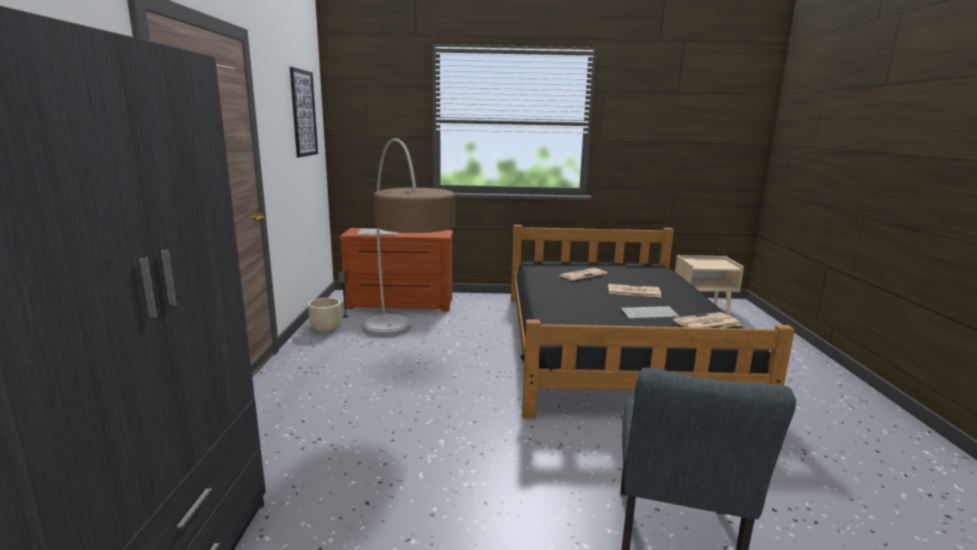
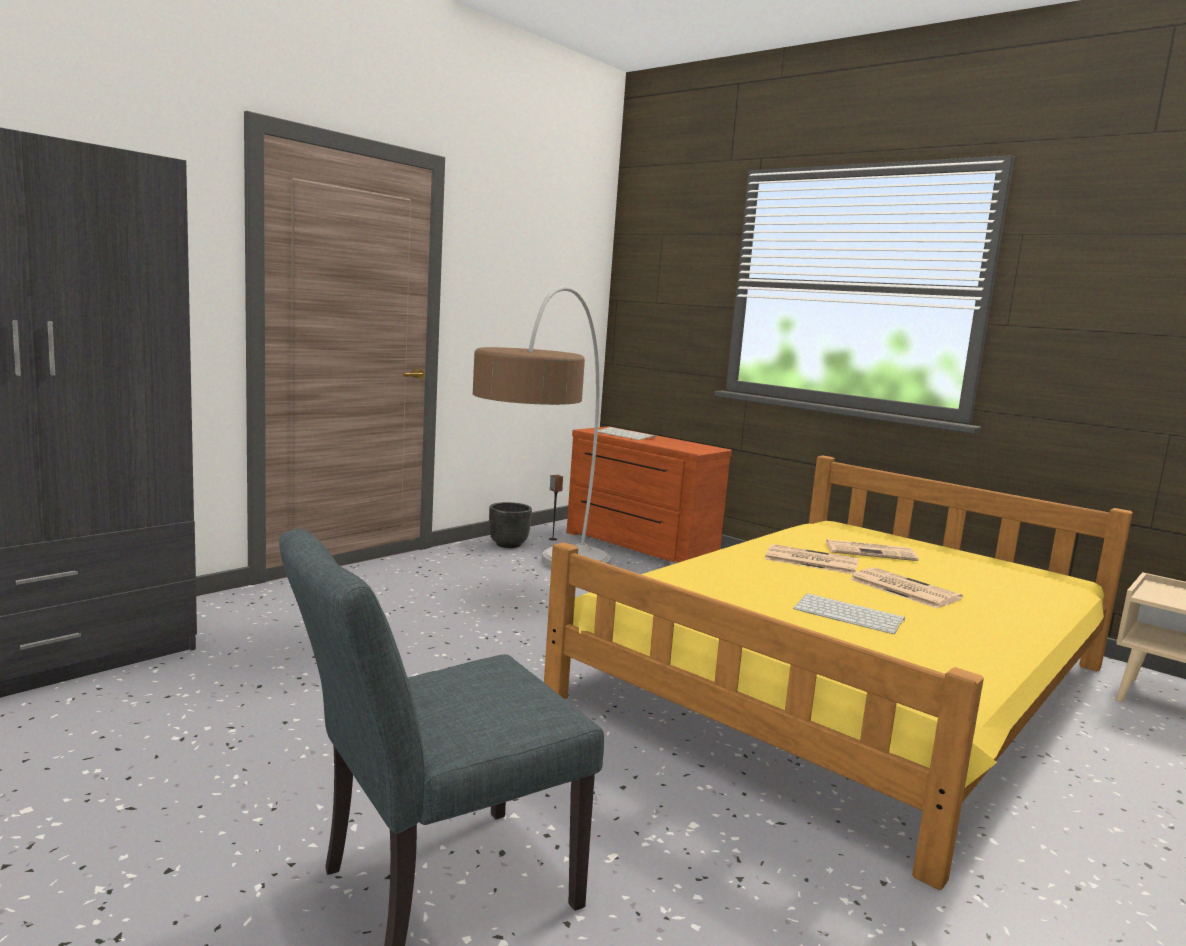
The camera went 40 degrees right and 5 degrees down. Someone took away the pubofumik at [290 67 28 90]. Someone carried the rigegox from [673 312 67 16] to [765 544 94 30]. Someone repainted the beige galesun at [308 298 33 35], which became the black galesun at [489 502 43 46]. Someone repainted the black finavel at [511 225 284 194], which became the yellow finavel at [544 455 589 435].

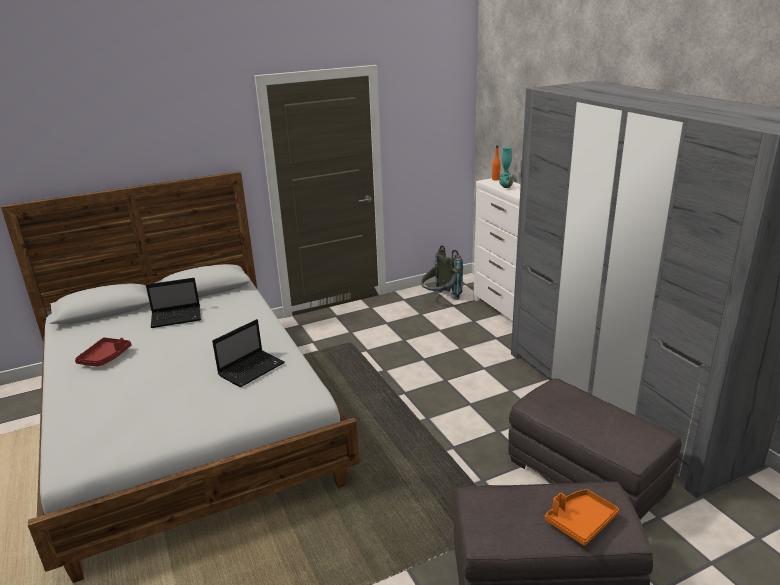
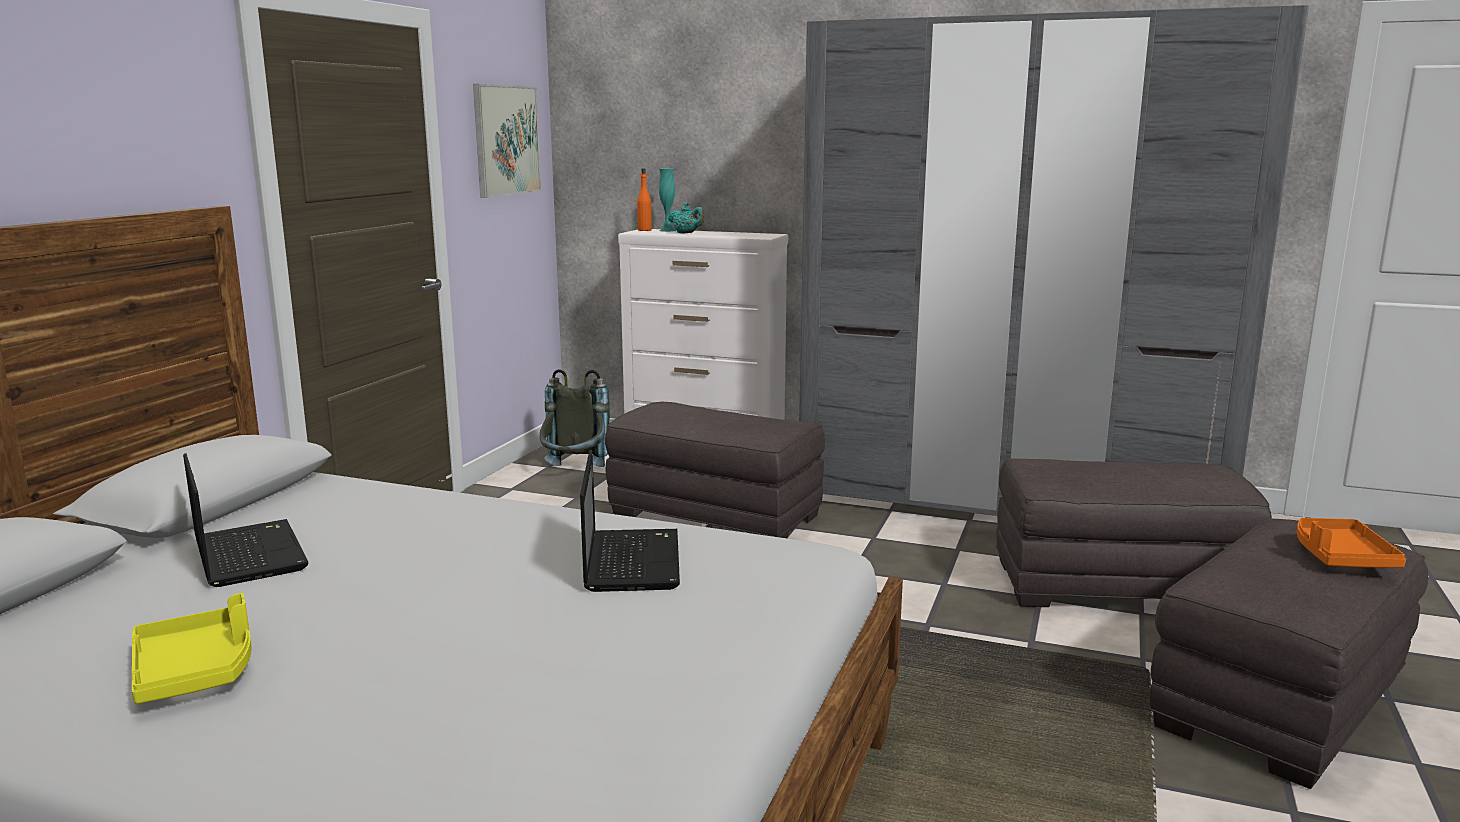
The camera went 45 degrees left and 10 degrees down. Someone put up the pubofumik at [473 84 68 114]. Someone put down the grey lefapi at [605 402 220 136]. Someone repainted the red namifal at [75 337 56 30], which became the yellow namifal at [132 593 120 111]. Someone rotated the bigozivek at [146 278 55 50] by 60 degrees counterclockwise.

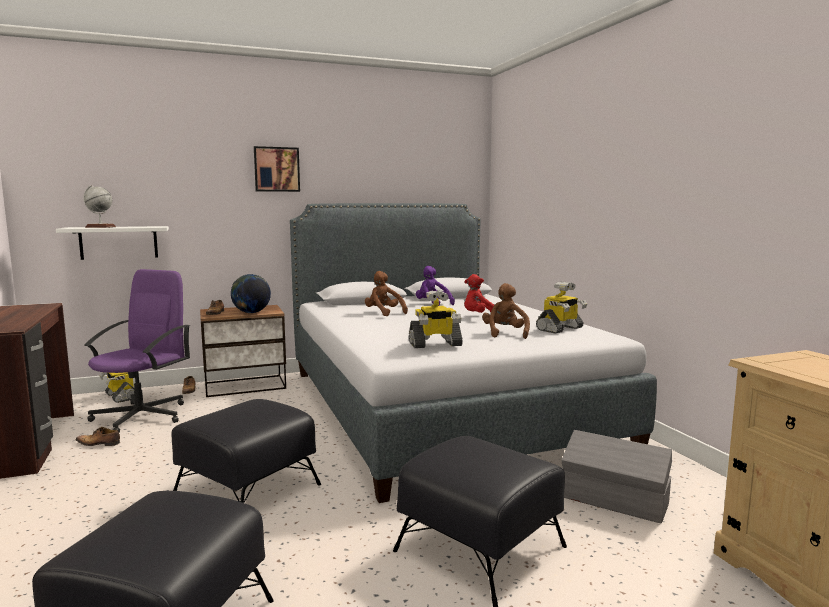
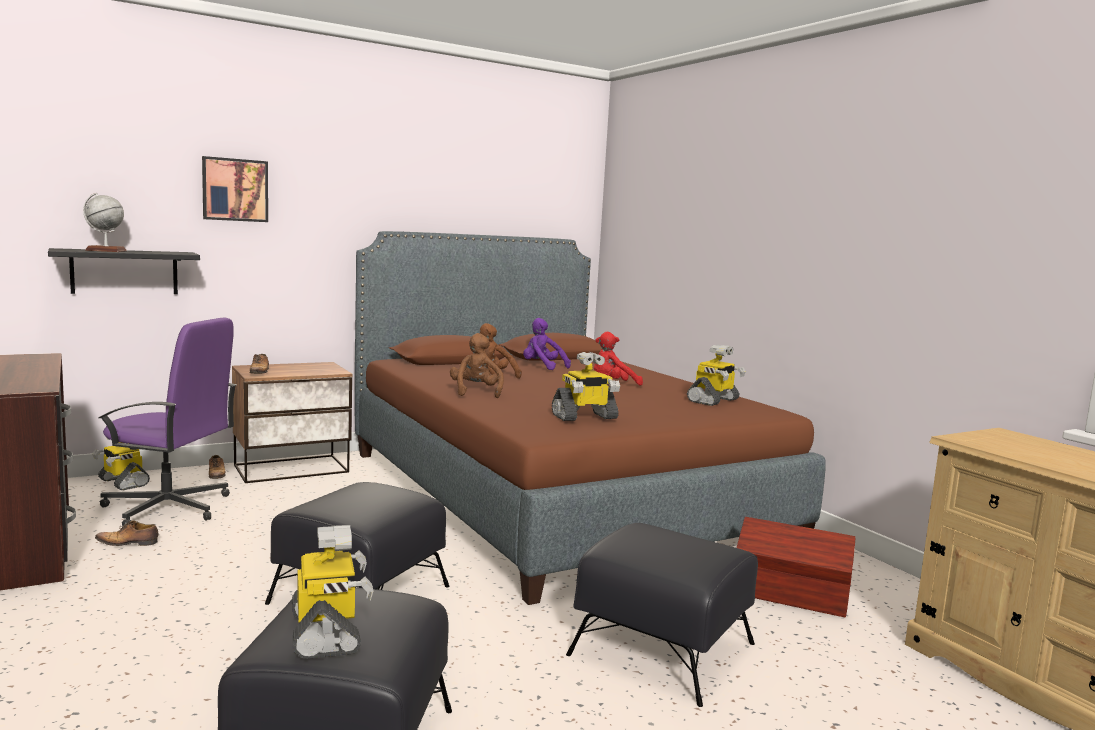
The camera went 10 degrees left and 0 degrees up. Someone took away the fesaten at [231 274 40 39]. Someone put down the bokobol at [292 525 81 134]. Someone carried the pubofumik from [254 146 46 46] to [202 156 66 66]. Someone carried the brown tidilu from [482 283 48 56] to [450 333 54 65]. Someone repainted the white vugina at [56 226 113 34], which became the black vugina at [48 248 152 46]. Someone repainted the grey finavel at [290 203 367 300], which became the brown finavel at [355 231 471 374]. Someone repainted the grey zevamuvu at [562 430 110 93], which became the brown zevamuvu at [737 517 118 100]. Someone rotated the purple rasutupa at [84 269 106 164] by 90 degrees clockwise.

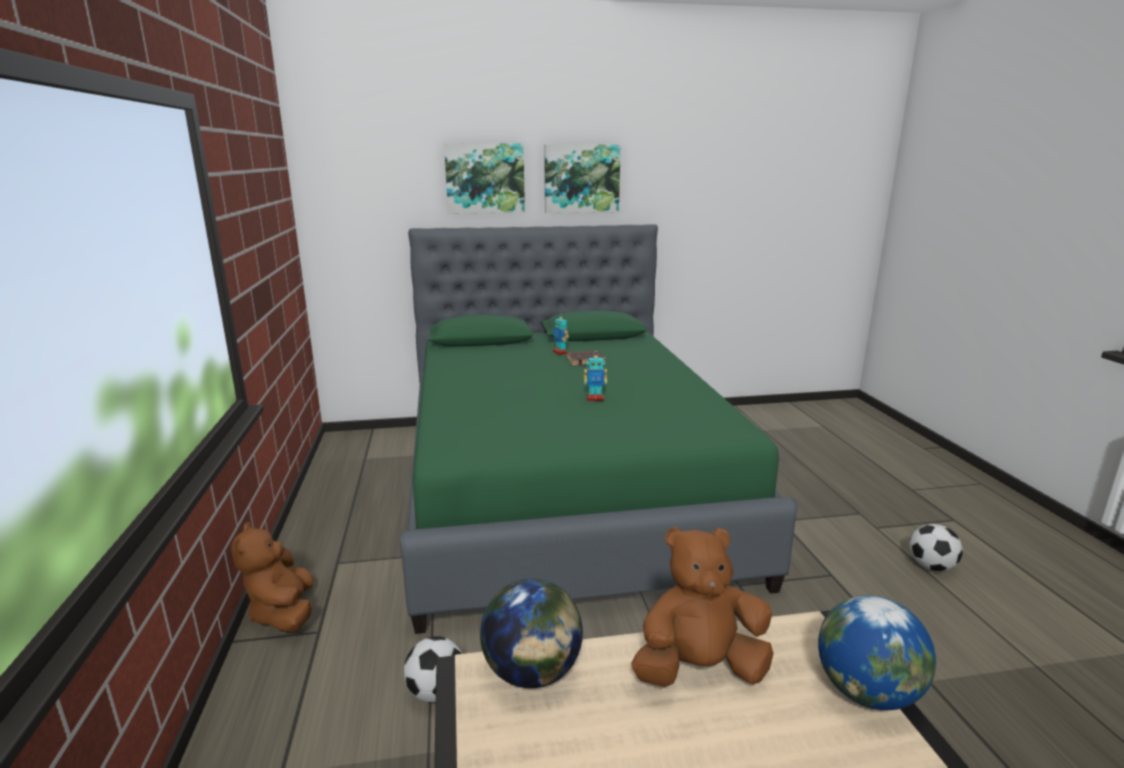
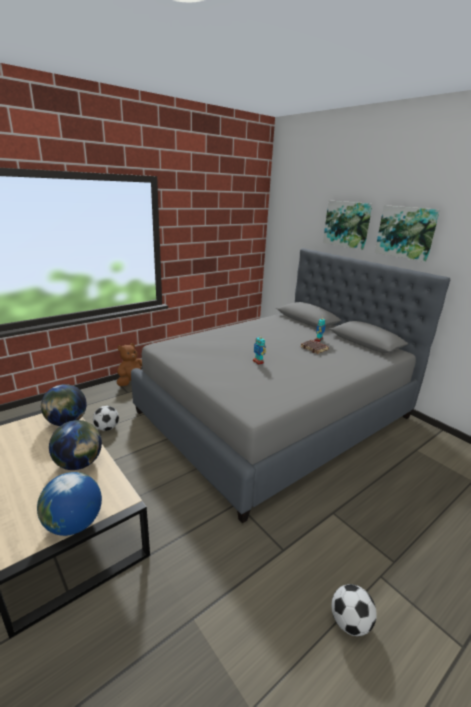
The camera went 60 degrees right and 5 degrees up. Someone swapped the brown tidilu at [631 527 143 160] for the fesaten at [49 420 53 50]. Someone repainted the green finavel at [400 224 398 410], which became the grey finavel at [131 248 319 276].

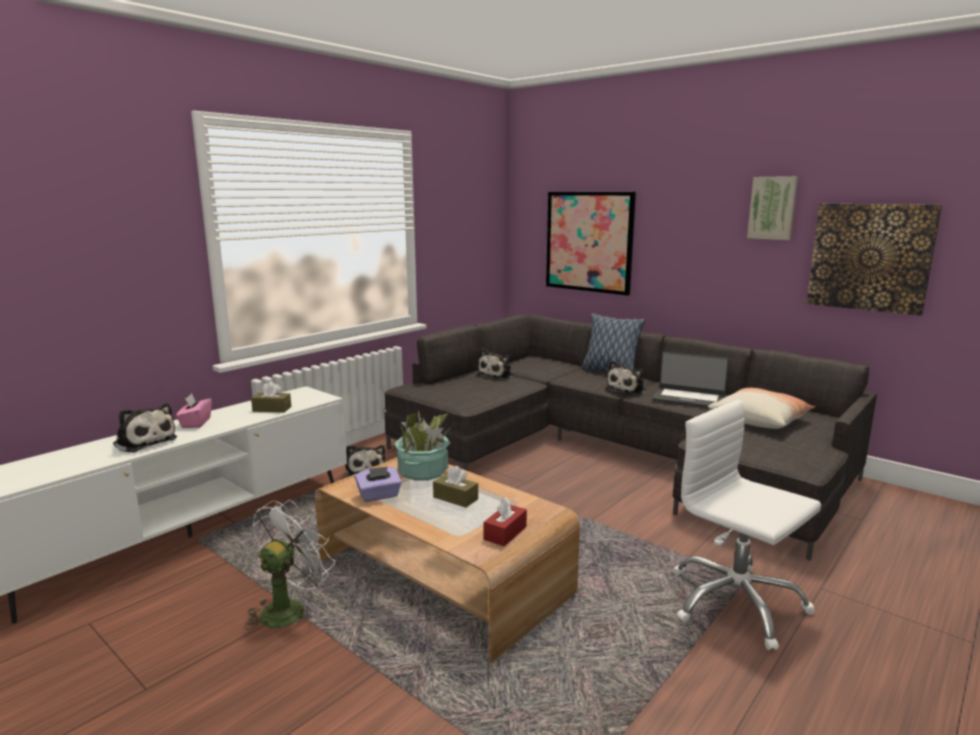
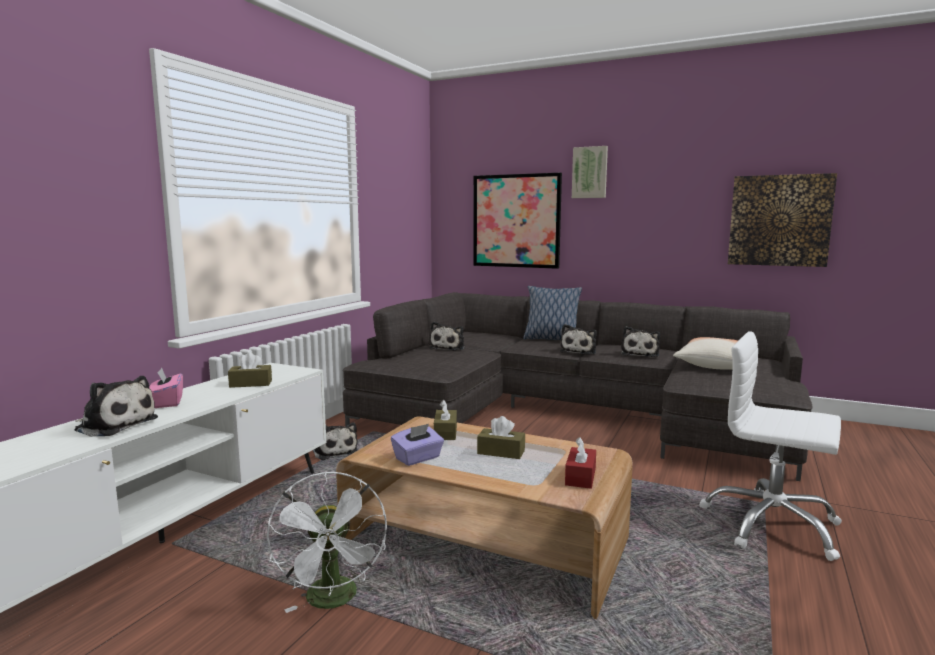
The camera went 15 degrees left and 5 degrees down. Someone carried the pubofumik from [747 176 51 64] to [572 146 36 52]. Someone swapped the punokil at [394 411 59 70] for the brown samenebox at [434 400 23 40]. Someone swapped the bigozivek at [652 352 77 55] for the tidilu at [621 326 39 31]. Someone rotated the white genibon at [244 500 91 130] by 150 degrees clockwise.

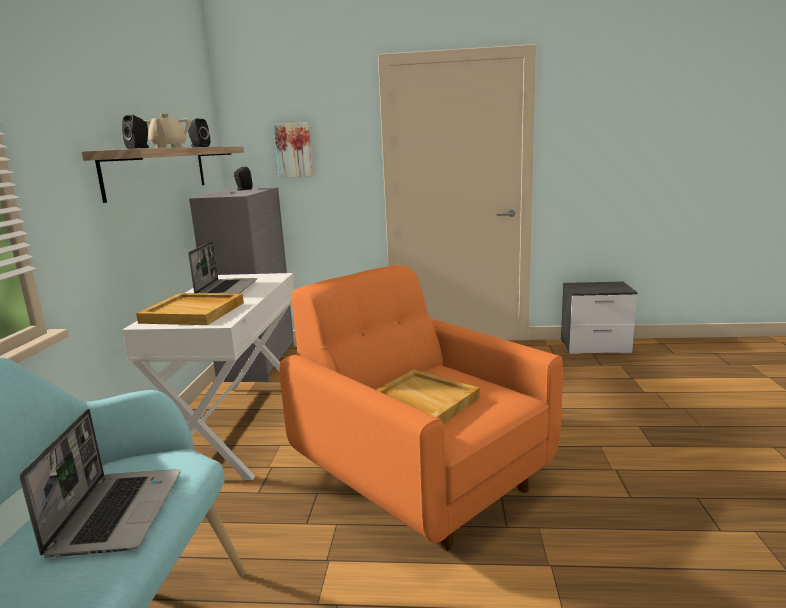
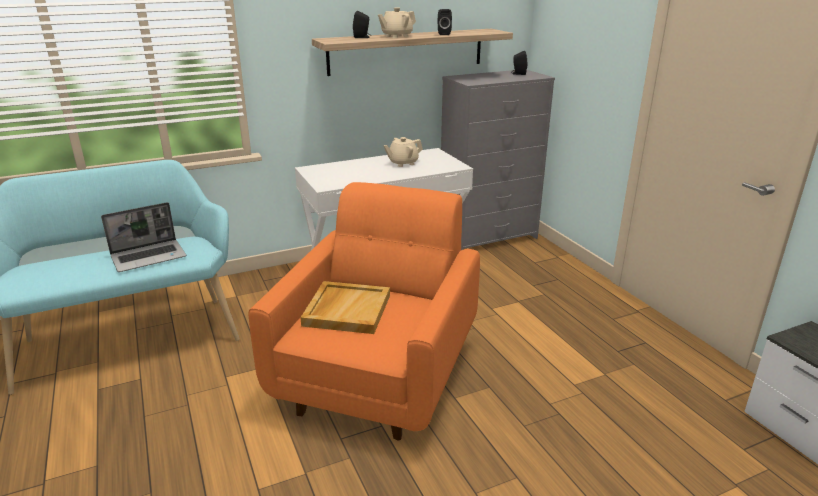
The camera went 60 degrees right and 10 degrees up. Someone took away the beige namifal at [136 293 108 32]. Someone took away the pubofumik at [274 122 39 56]. Someone swapped the bigozivek at [188 241 69 53] for the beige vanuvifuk at [384 137 39 30].

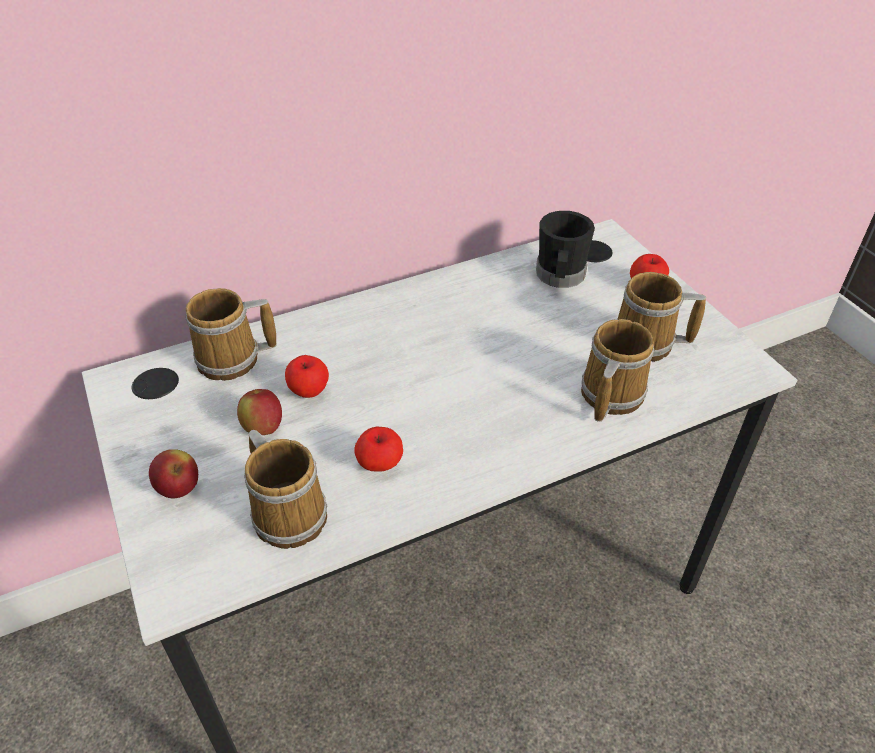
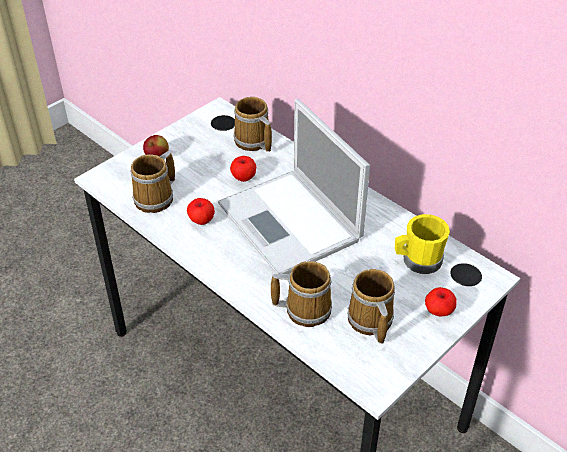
The camera went 70 degrees right and 0 degrees up. Someone took away the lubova at [237 389 45 46]. Someone put down the bigozivek at [218 99 152 175]. Someone repainted the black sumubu at [536 211 59 77], which became the yellow sumubu at [395 214 55 60].

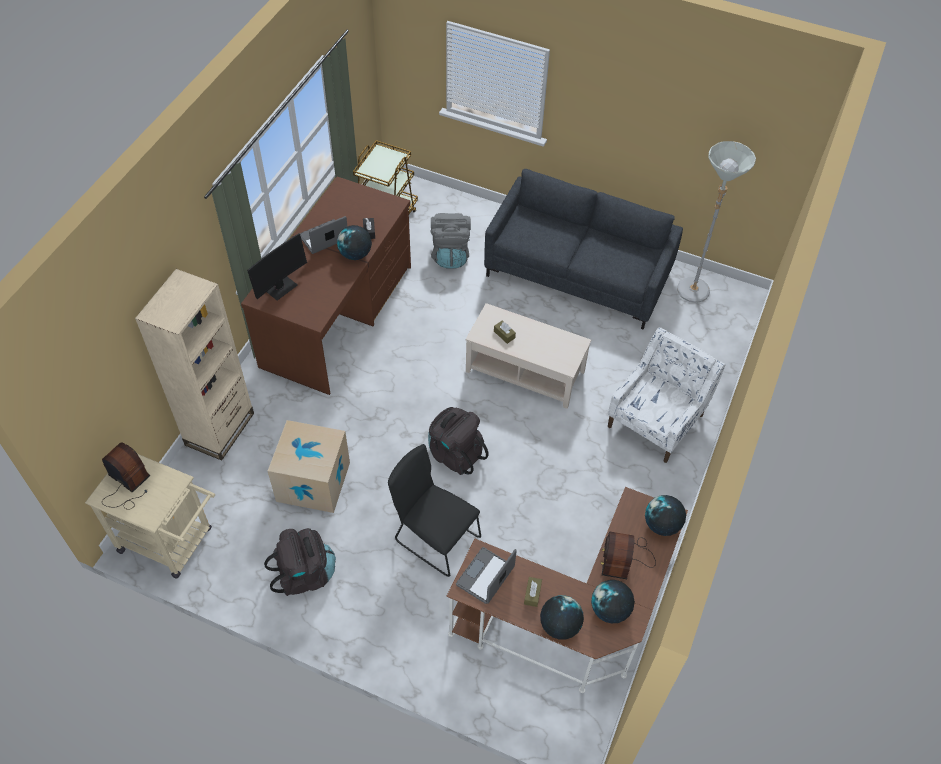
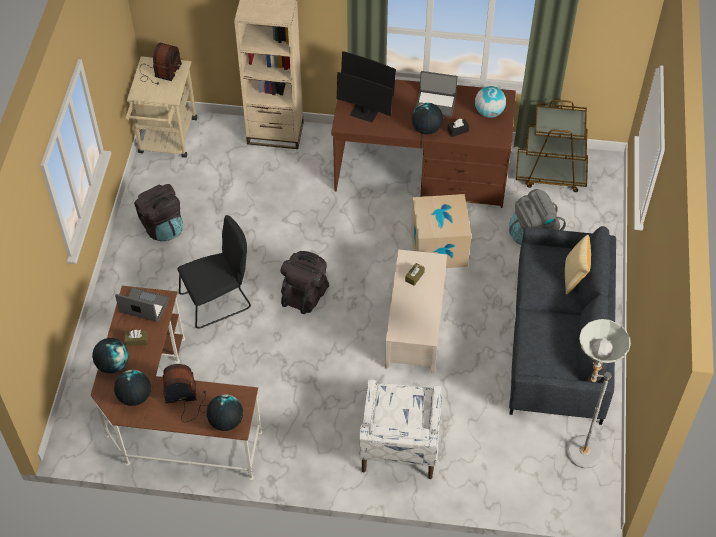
The camera went 75 degrees right and 0 degrees up. Someone put down the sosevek at [337 72 56 51]. Someone put down the fesaten at [475 86 31 32]. Someone put down the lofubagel at [565 235 26 60]. Someone carried the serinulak from [268 420 82 93] to [411 194 61 74]. Someone rotated the bigozivek at [300 216 48 38] by 150 degrees clockwise. Someone rotated the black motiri at [388 444 93 133] by 45 degrees clockwise. Someone rotated the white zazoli at [607 327 118 136] by 75 degrees clockwise.

